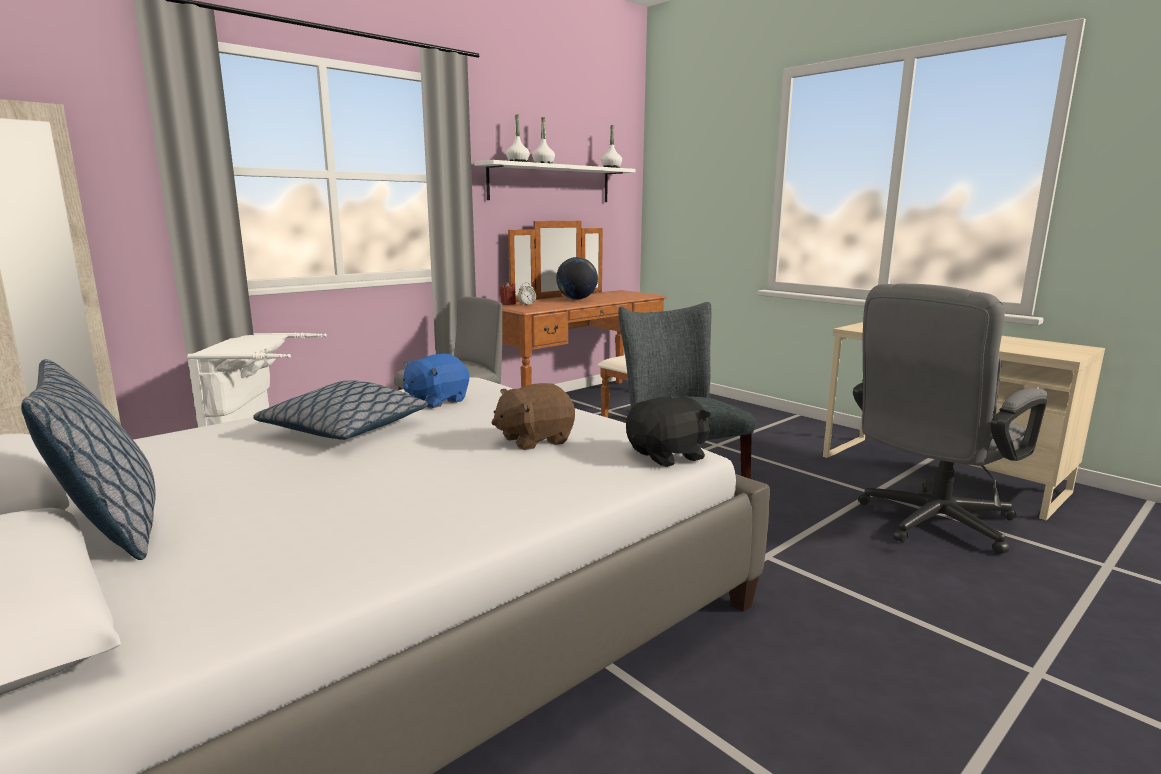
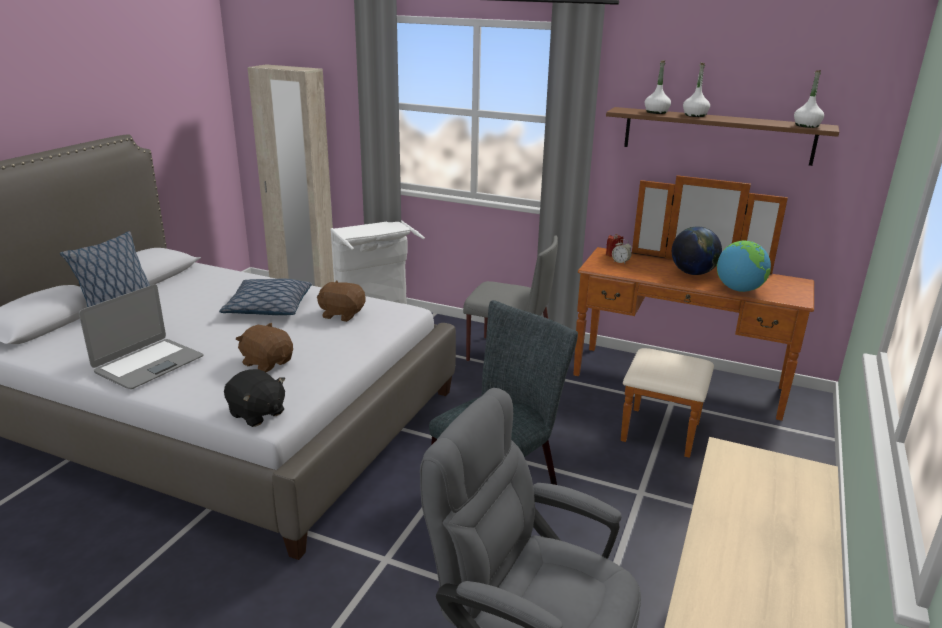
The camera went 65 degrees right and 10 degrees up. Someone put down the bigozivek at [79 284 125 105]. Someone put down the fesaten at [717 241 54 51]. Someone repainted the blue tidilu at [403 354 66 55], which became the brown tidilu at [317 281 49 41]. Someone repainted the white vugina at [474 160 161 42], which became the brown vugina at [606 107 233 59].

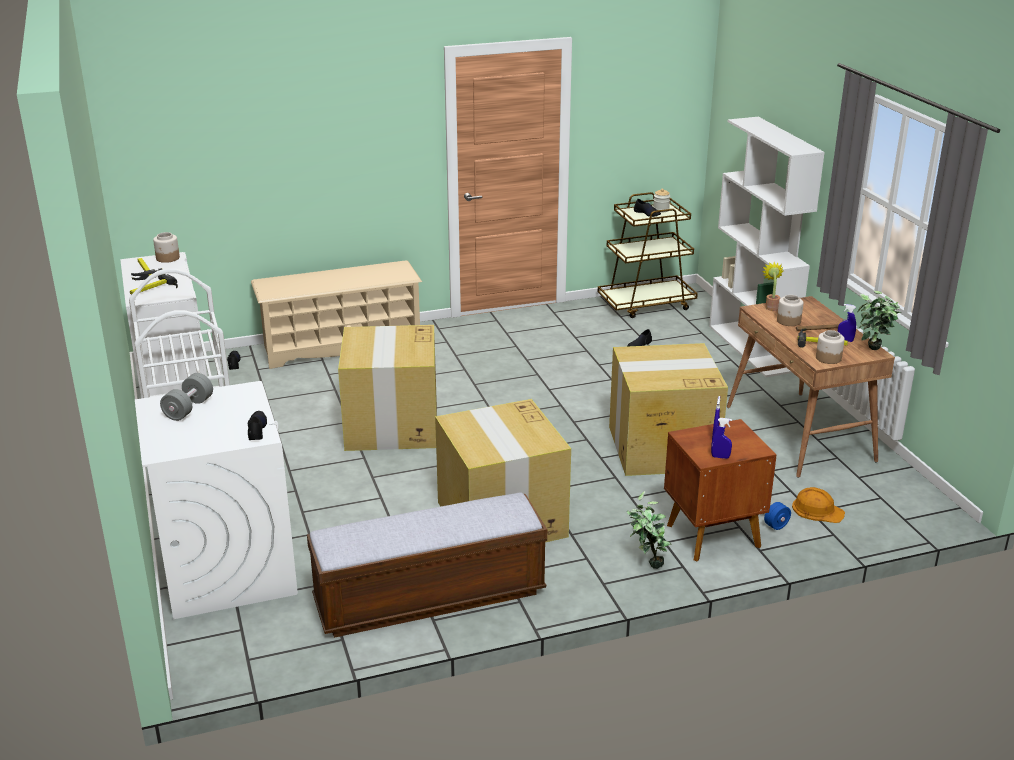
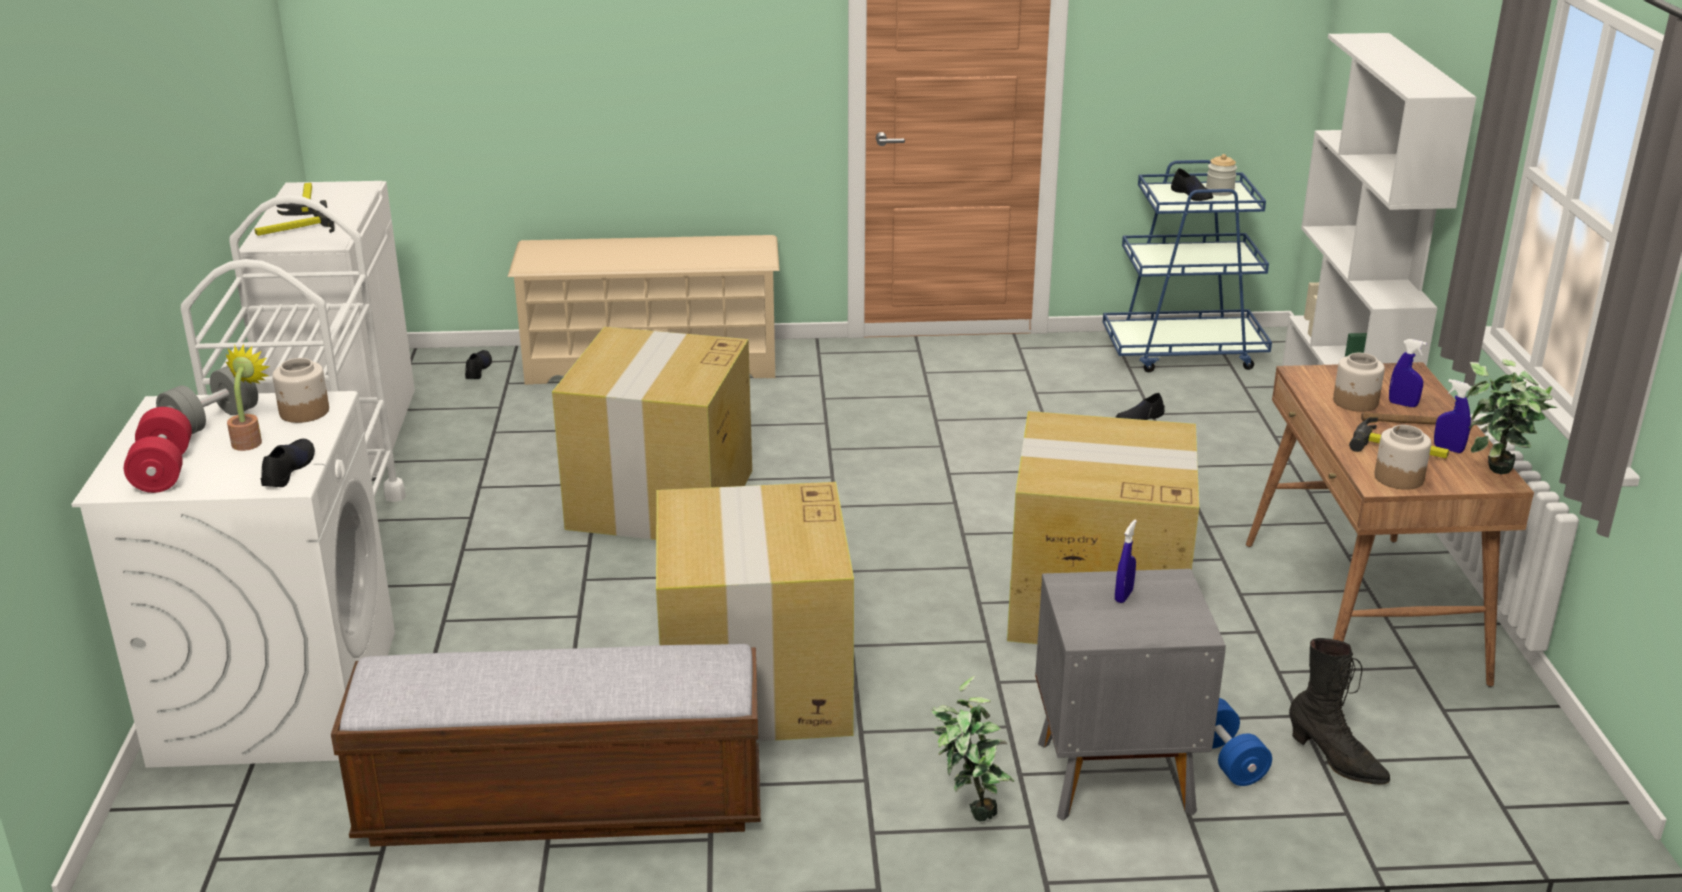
The camera went 15 degrees right and 0 degrees up. Someone put down the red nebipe at [124 407 68 86]. Someone carried the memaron from [153 232 27 31] to [272 358 57 65]. Someone carried the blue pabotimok from [711 418 21 41] to [1389 339 38 68]. Someone carried the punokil from [762 262 21 49] to [226 344 44 107]. Someone swapped the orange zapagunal at [792 487 53 36] for the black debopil at [1289 638 101 147]. Someone repainted the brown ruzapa at [598 192 100 126], which became the blue ruzapa at [1103 160 169 212]. Someone repainted the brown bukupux at [664 419 112 143], which became the grey bukupux at [1035 569 191 252].

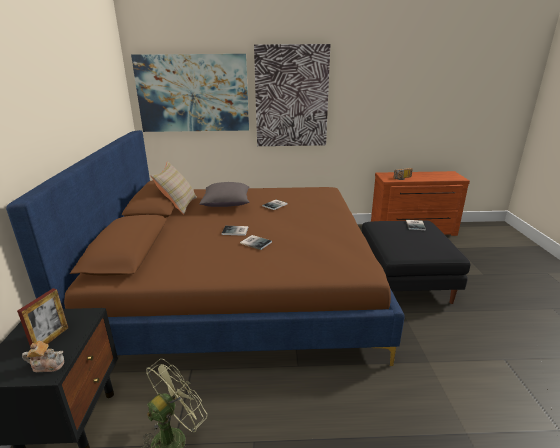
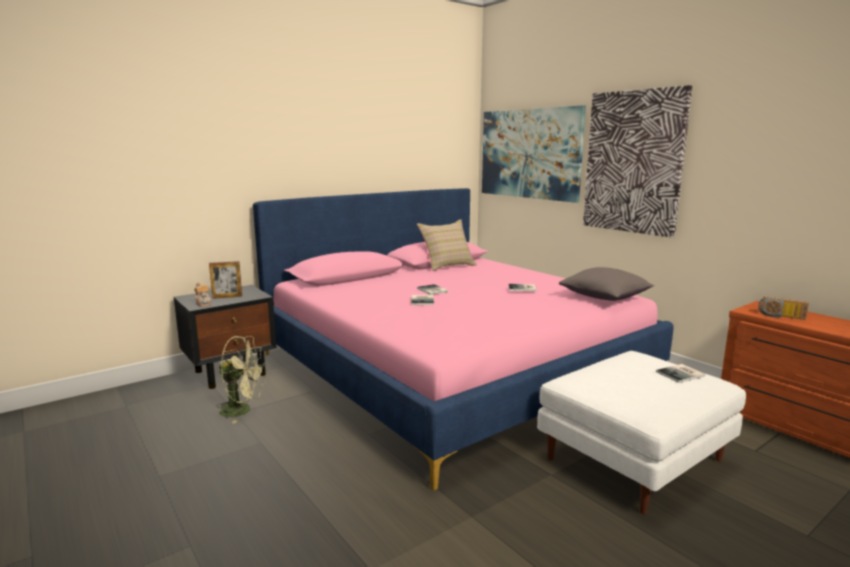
The camera went 55 degrees right and 10 degrees down. Someone carried the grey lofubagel from [200 182 50 25] to [559 267 95 34]. Someone repainted the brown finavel at [6 130 399 236], which became the pink finavel at [253 188 421 303]. Someone repainted the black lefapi at [362 220 108 84], which became the white lefapi at [537 351 209 163].

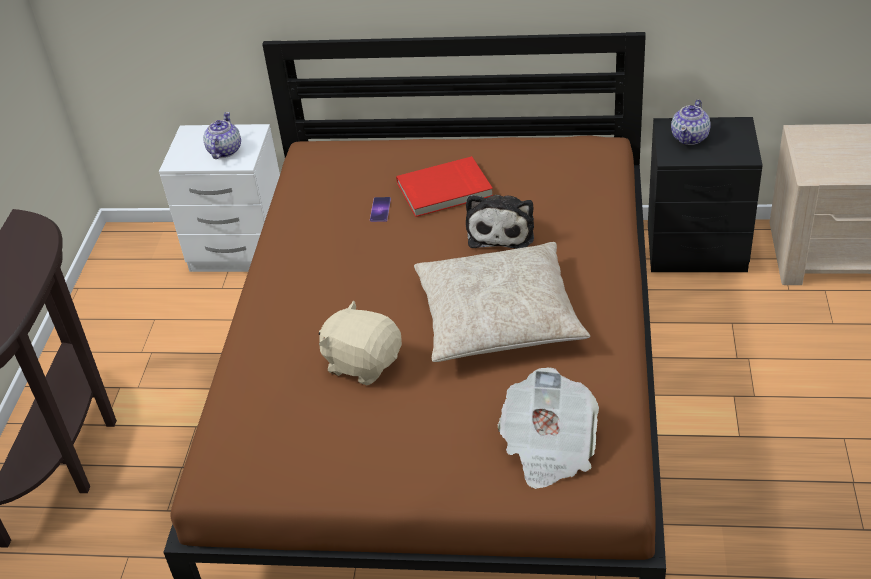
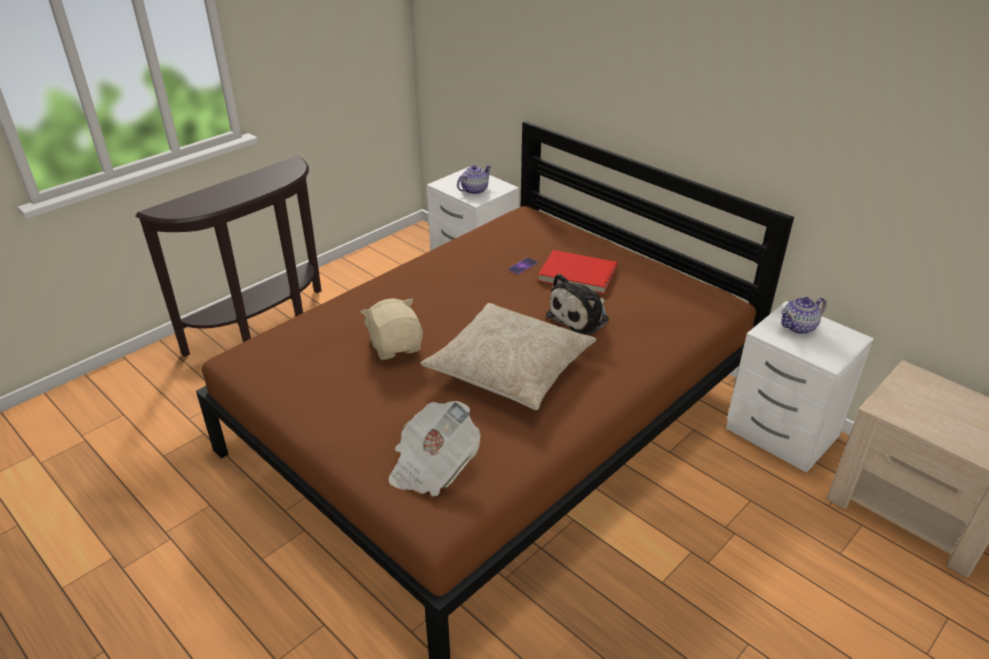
The camera went 35 degrees right and 5 degrees down. Someone repainted the black bukupux at [648 117 115 155], which became the white bukupux at [726 301 148 172].

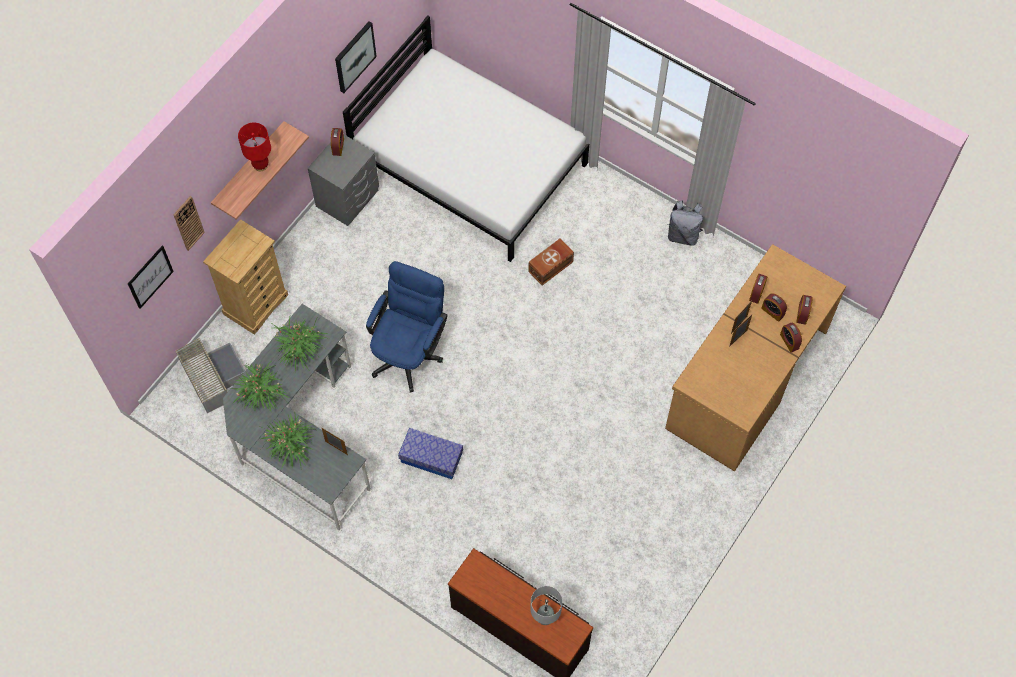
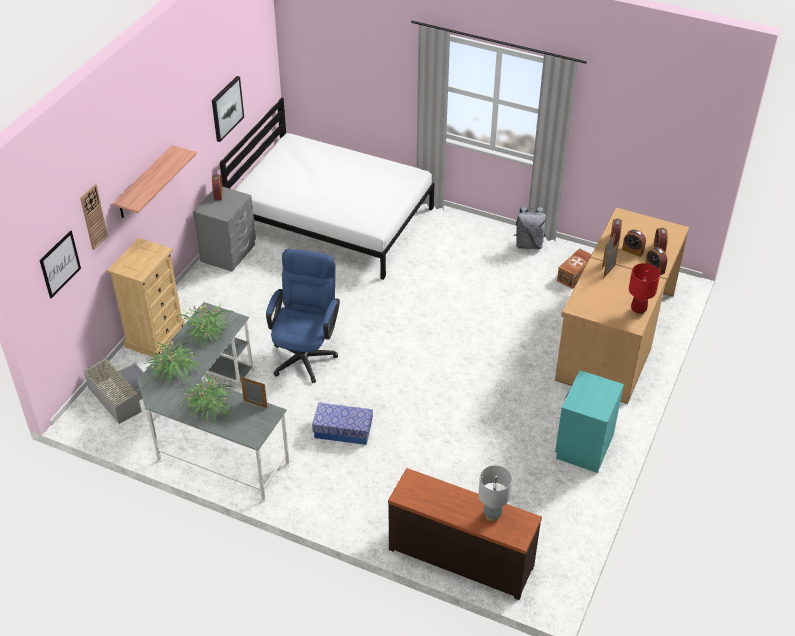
The camera went 10 degrees left and 20 degrees down. Someone put down the turquoise bukupux at [555 370 69 103]. Someone carried the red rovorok from [238 123 33 48] to [629 263 31 53]. Someone carried the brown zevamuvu from [528 238 46 47] to [557 248 35 41].

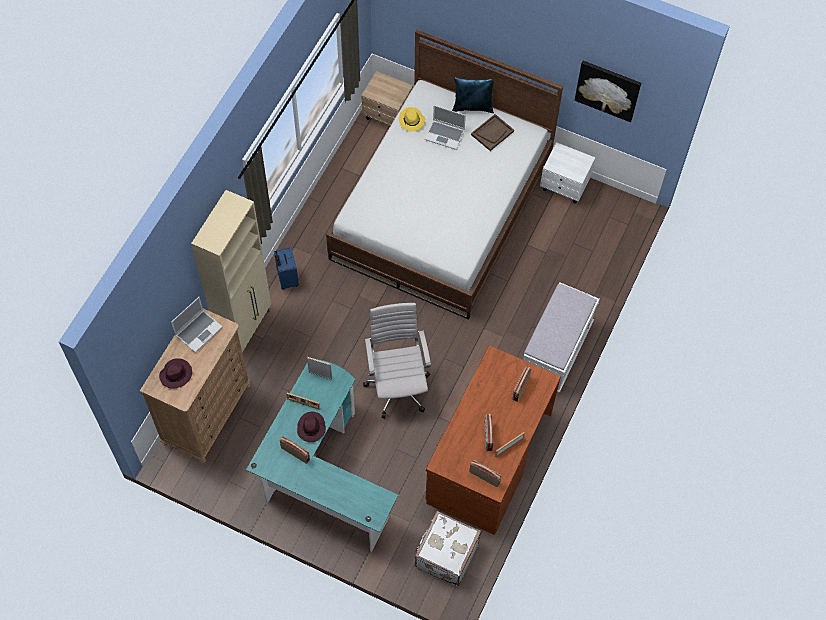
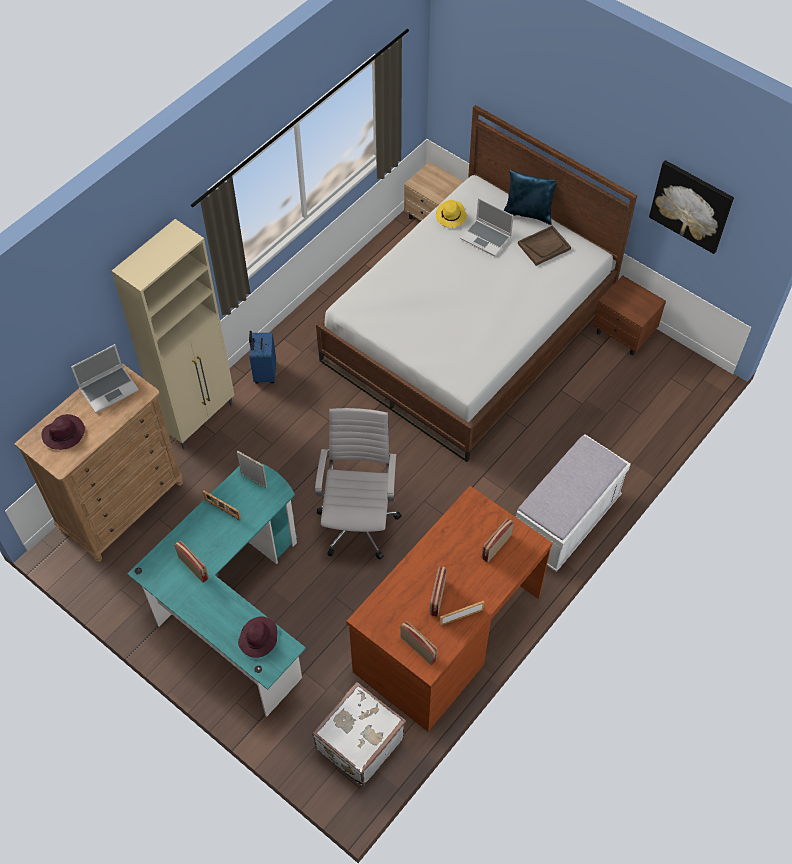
The camera went 15 degrees right and 5 degrees down. Someone carried the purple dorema from [297 412 29 30] to [238 616 40 42]. Someone repainted the white bukupux at [540 142 55 62], which became the brown bukupux at [593 275 73 80].

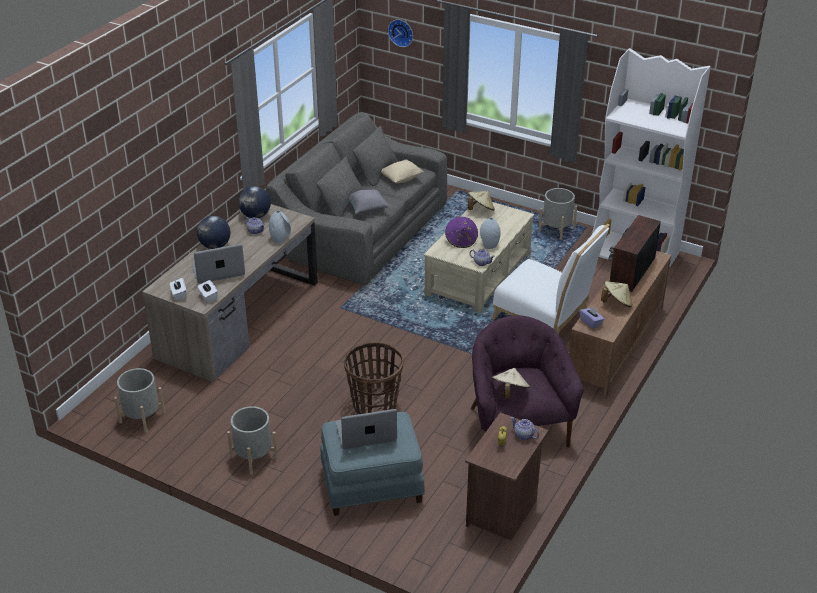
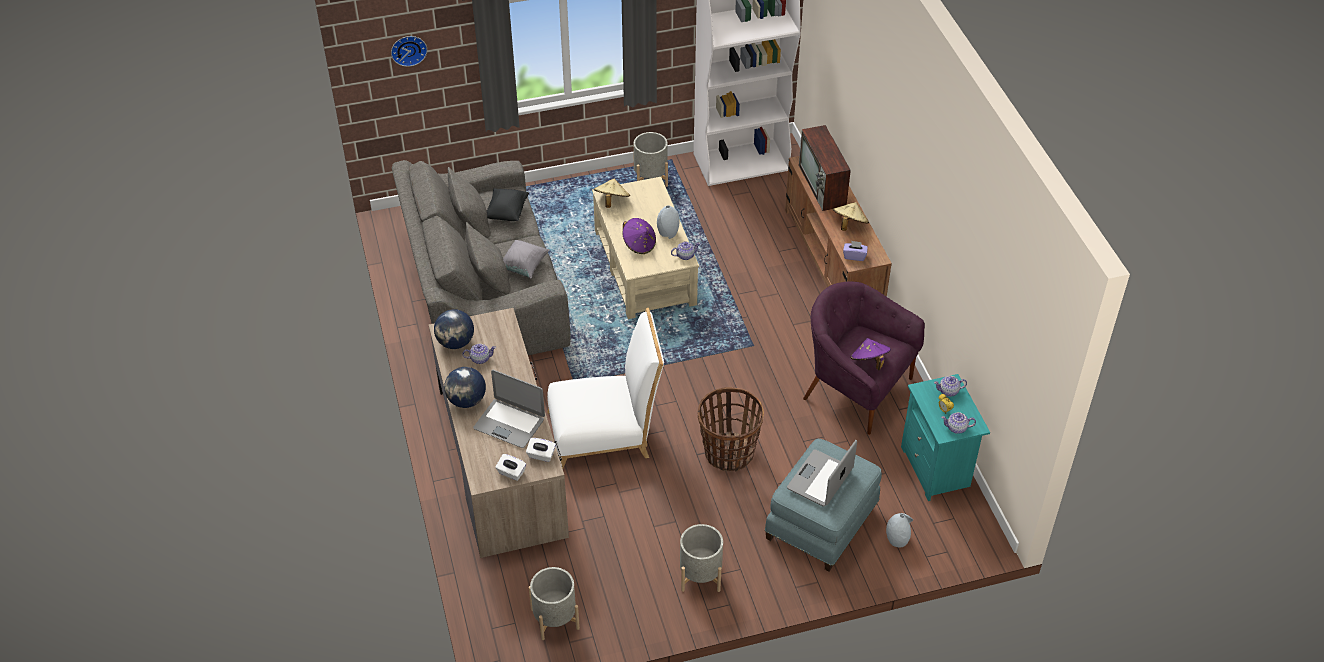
The camera went 45 degrees left and 10 degrees up. Someone put down the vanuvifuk at [941 412 35 22]. Someone carried the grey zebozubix from [269 210 22 33] to [886 513 27 35]. Someone carried the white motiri from [491 224 119 110] to [547 308 117 161]. Someone repainted the beige lofubagel at [381 160 43 23], which became the black lofubagel at [487 188 42 33]. Someone repainted the brown bukupux at [465 412 84 128], which became the turquoise bukupux at [901 374 89 127]. Someone repainted the beige dorema at [492 368 38 31], which became the purple dorema at [850 338 41 32]. Someone rotated the bigozivek at [191 244 54 40] by 90 degrees counterclockwise.

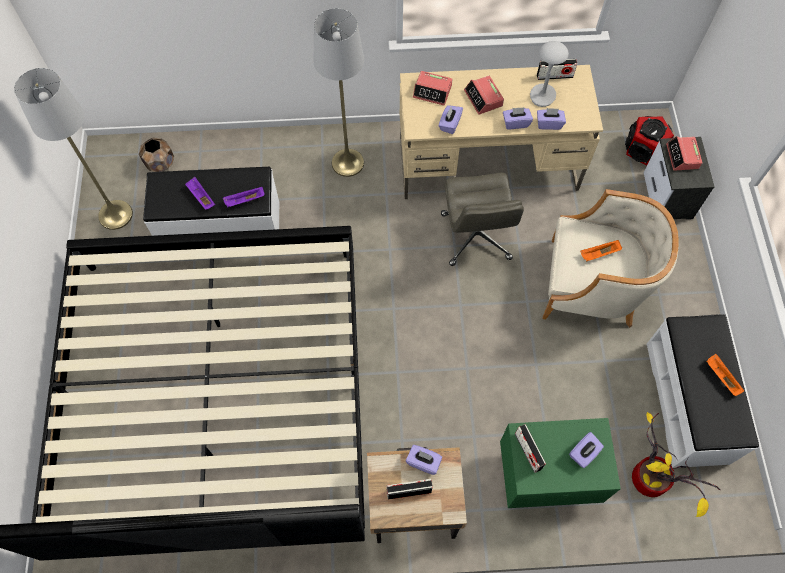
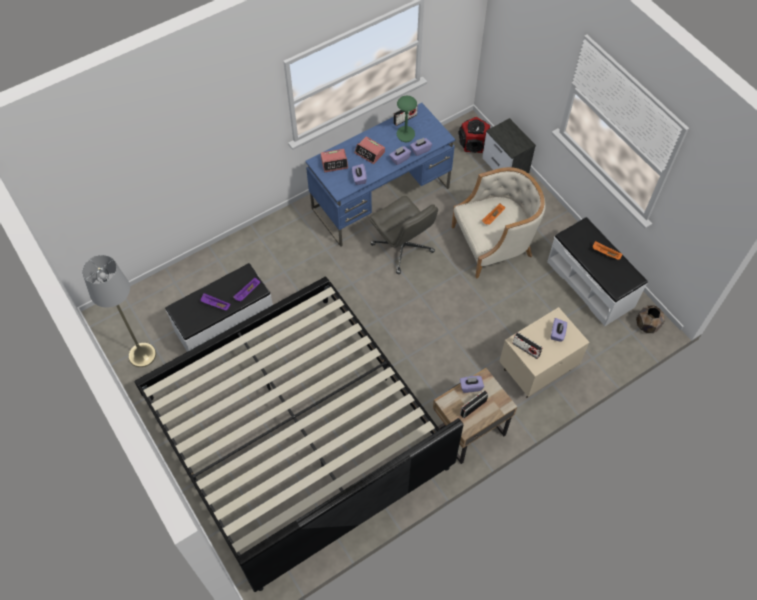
The camera went 30 degrees left and 5 degrees down. Someone took away the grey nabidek at [314 8 50 169]. Someone took away the punokil at [632 412 89 105]. Someone took away the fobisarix at [666 136 37 35]. Someone carried the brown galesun from [139 138 35 34] to [636 306 29 27]. Someone repainted the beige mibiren at [400 65 203 134], which became the blue mibiren at [306 103 149 144]. Someone repainted the green bukupux at [500 418 121 90], which became the beige bukupux at [499 307 90 91]. Someone repainted the grey rovorok at [530 41 39 66], which became the green rovorok at [397 96 20 46].

